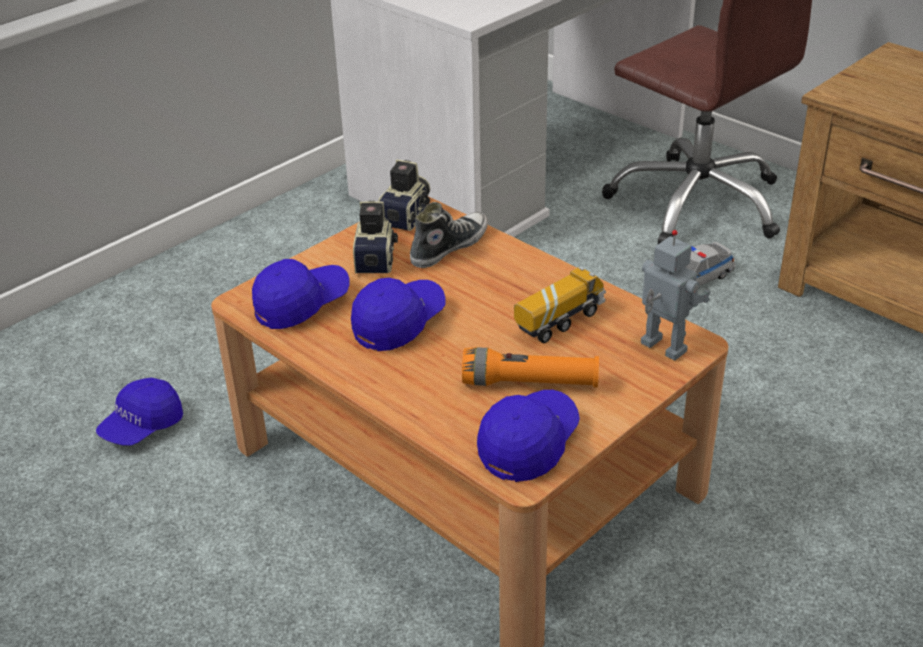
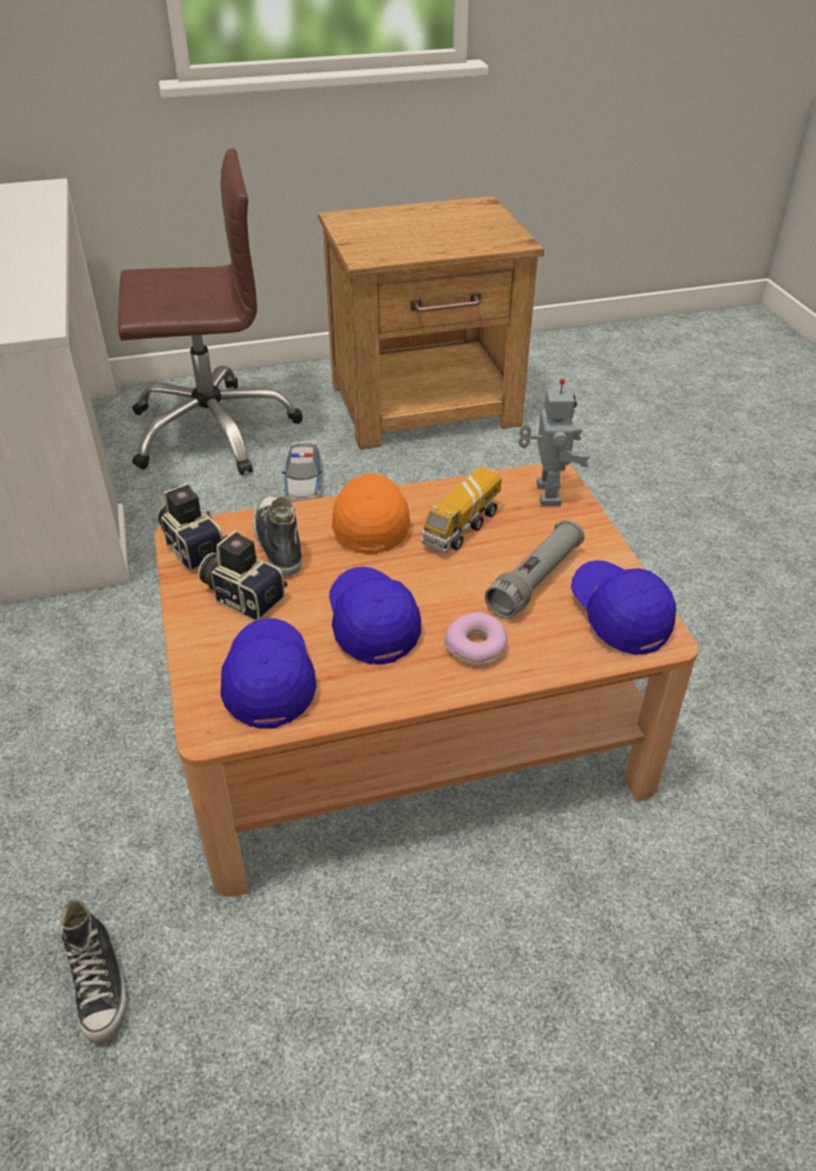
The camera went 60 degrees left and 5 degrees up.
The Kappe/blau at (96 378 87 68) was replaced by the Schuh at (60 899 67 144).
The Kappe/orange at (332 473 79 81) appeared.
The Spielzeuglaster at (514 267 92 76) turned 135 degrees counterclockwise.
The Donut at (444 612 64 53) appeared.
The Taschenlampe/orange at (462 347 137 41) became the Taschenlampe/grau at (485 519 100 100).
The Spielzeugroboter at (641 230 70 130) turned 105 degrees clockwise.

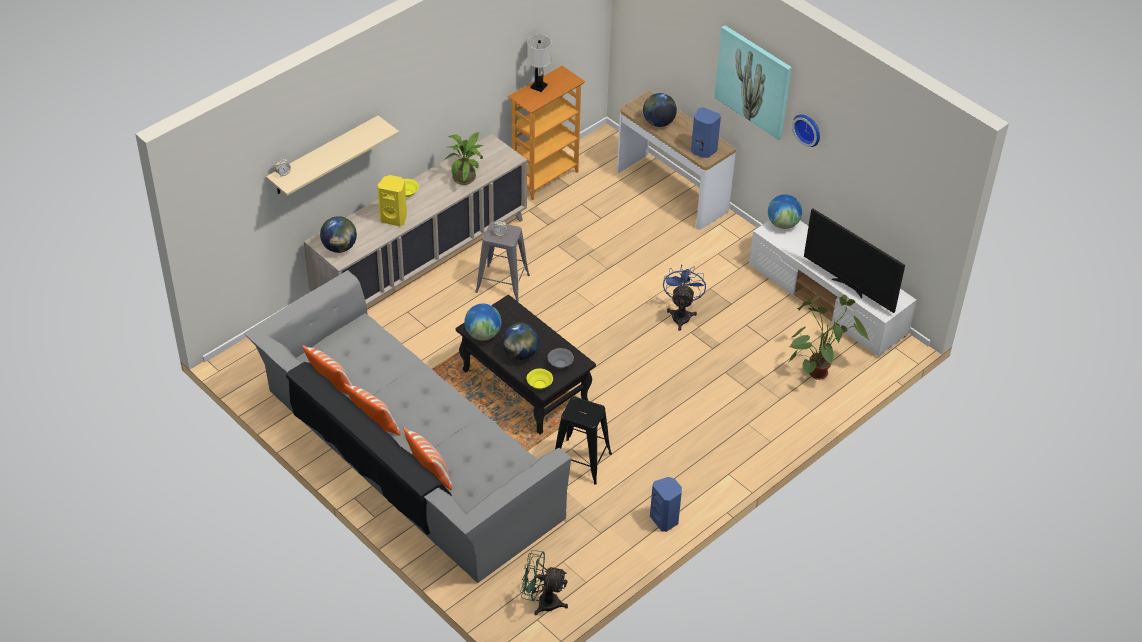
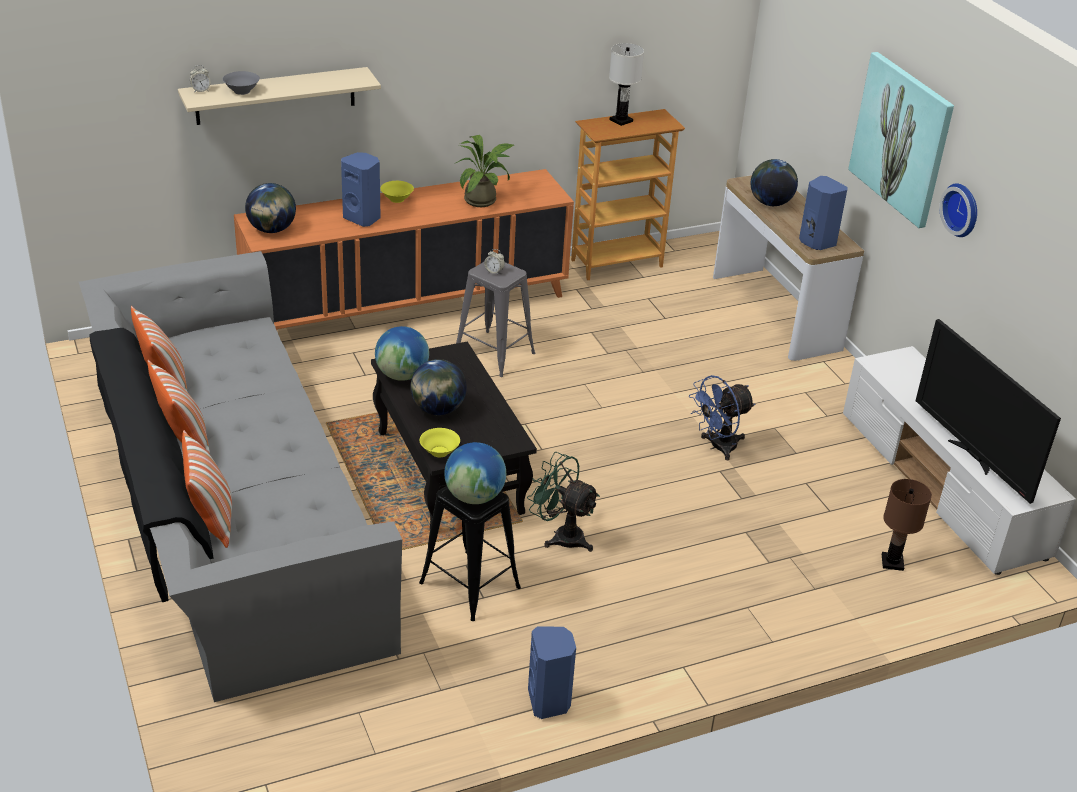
The camera went 20 degrees right and 10 degrees down.
The Schüssel/grau moved from (547 348 27 21) to (223 71 37 24).
The Schrank/beige at (304 134 223 171) became the Schrank/orange at (234 169 340 161).
The Lautsprecher/gelb at (377 175 30 51) became the Lautsprecher/blau at (341 152 40 75).
The Globus moved from (768 194 34 35) to (444 442 62 62).
The Ventilator/grün moved from (520 550 48 65) to (527 452 73 100).
The Ventilator/blau at (663 264 43 67) turned 150 degrees counterclockwise.
The Topfpflanze at (788 295 82 85) was replaced by the Tischlampe/braun at (882 479 50 92).

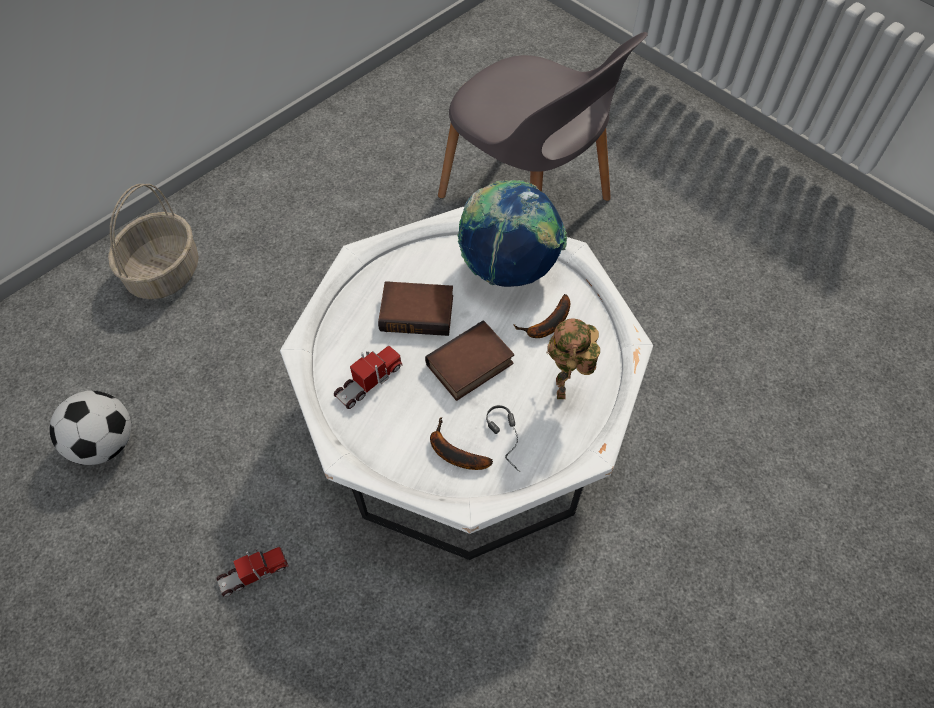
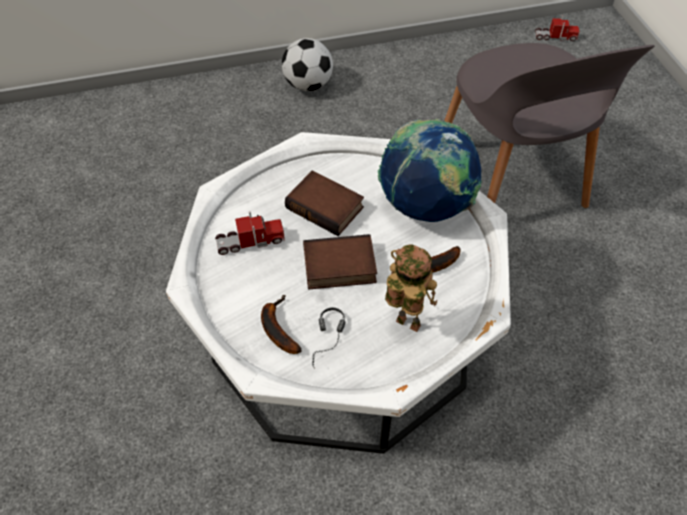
The camera went 30 degrees right and 5 degrees down.
The Fußball moved from (50 391 81 74) to (282 38 51 53).
The Spielzeugroboter at (546 319 54 80) turned 90 degrees clockwise.
The Spielzeuglaster moved from (216 547 72 50) to (535 15 45 26).
The Korb at (108 184 91 115) disappeared.

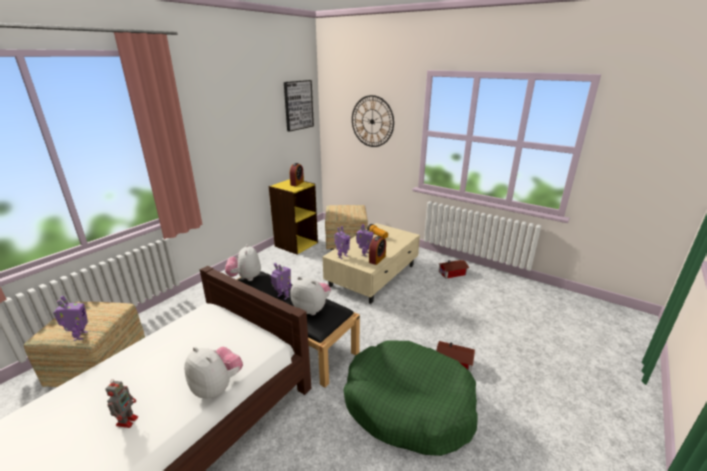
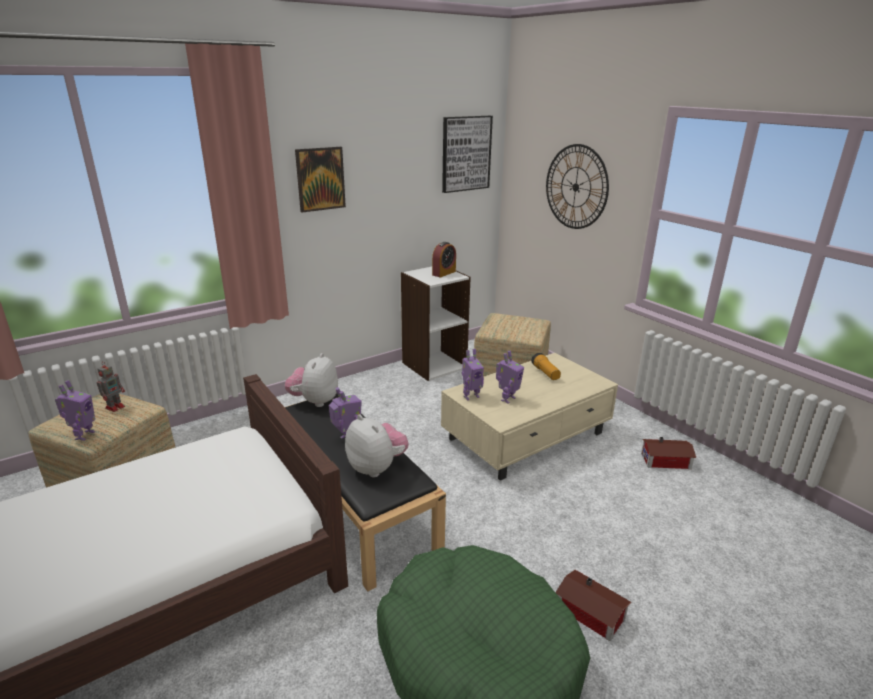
The camera went 20 degrees right and 0 degrees up.
The Spielzeugroboter moved from (105 379 33 49) to (97 361 28 51).
The Bild at (295 147 51 66) appeared.
The Bücherregal/gelb at (269 179 49 76) became the Bücherregal/weiß at (401 267 70 114).
The Plüschtier at (184 347 59 51) disappeared.
The Wecker at (369 236 17 29) disappeared.

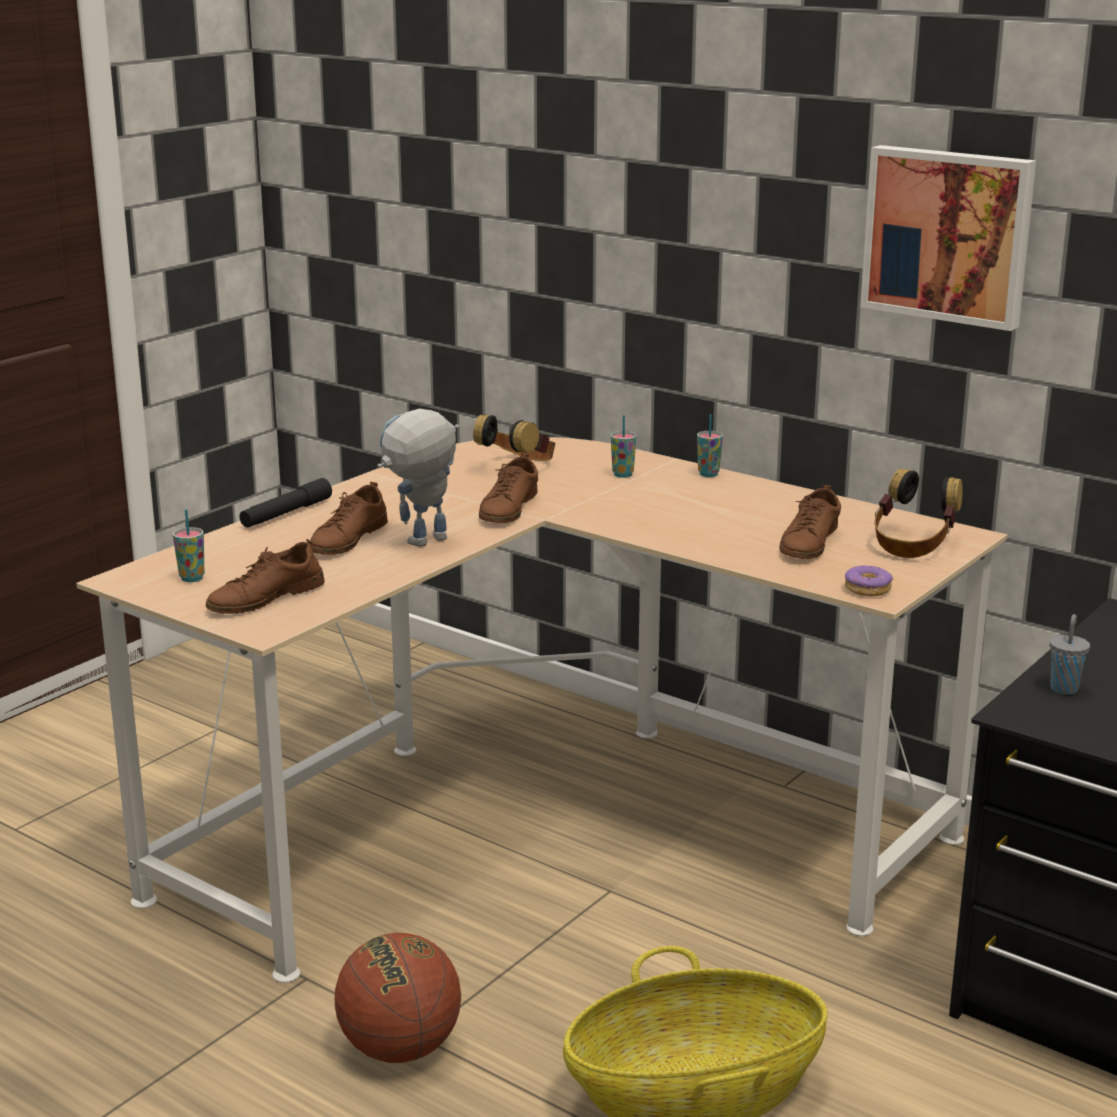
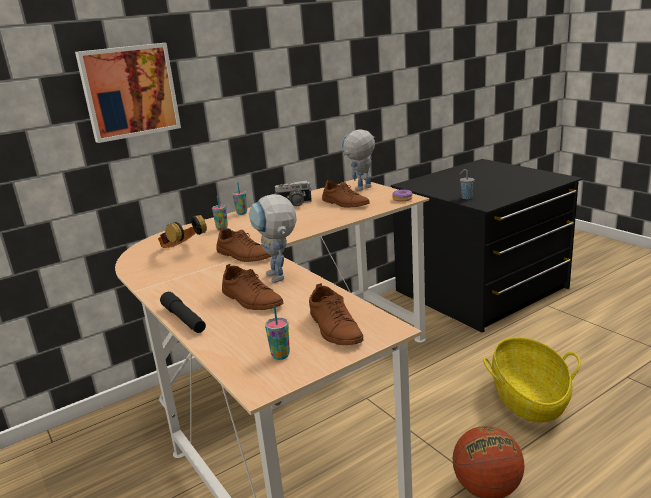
The camera went 70 degrees left and 0 degrees up.
The Bild moved from (860 145 176 186) to (75 43 106 100).
The Kamera at (274 181 38 25) appeared.
The Kopfhörer at (875 469 88 89) was replaced by the Spielzeugroboter at (342 129 33 62).

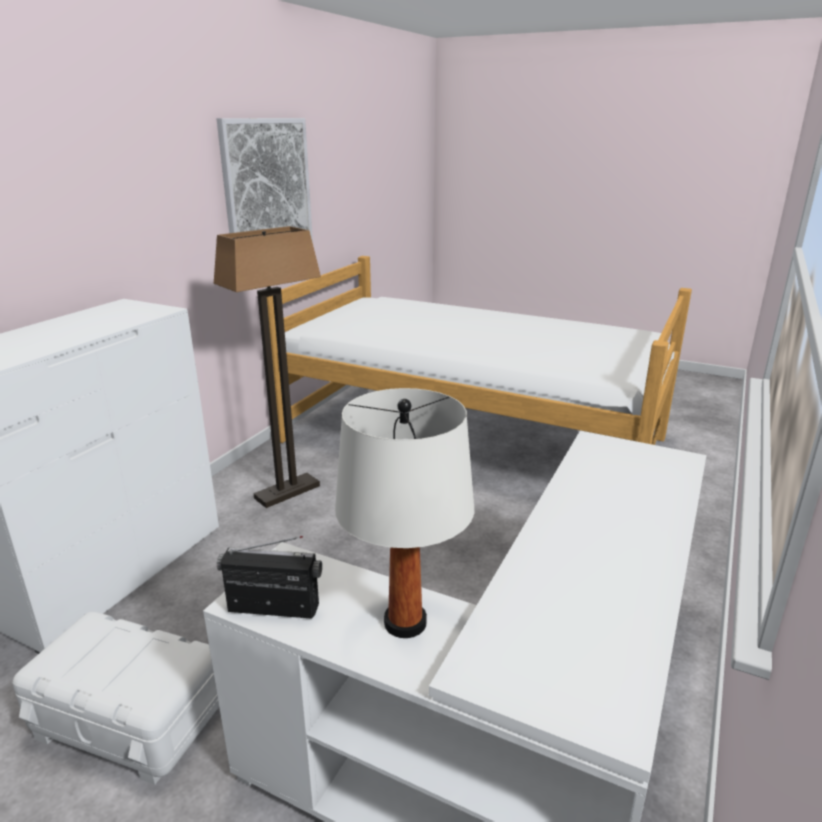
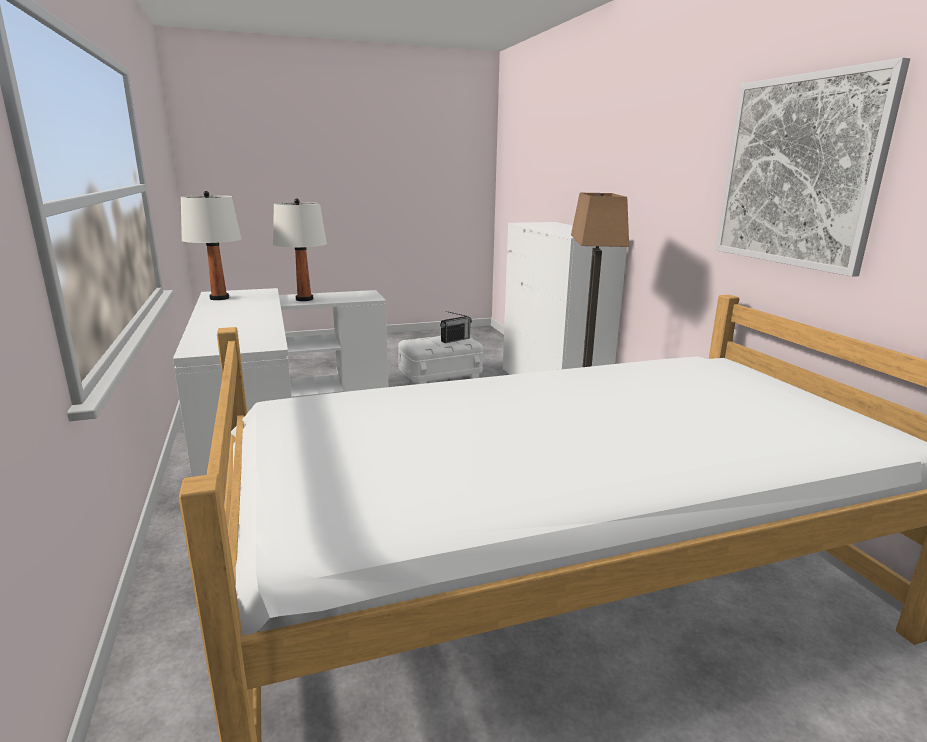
The camera went 135 degrees right and 5 degrees down.
The Tischlampe/weiß at (181 191 60 109) appeared.
The Radio moved from (217 536 105 83) to (440 311 32 32).

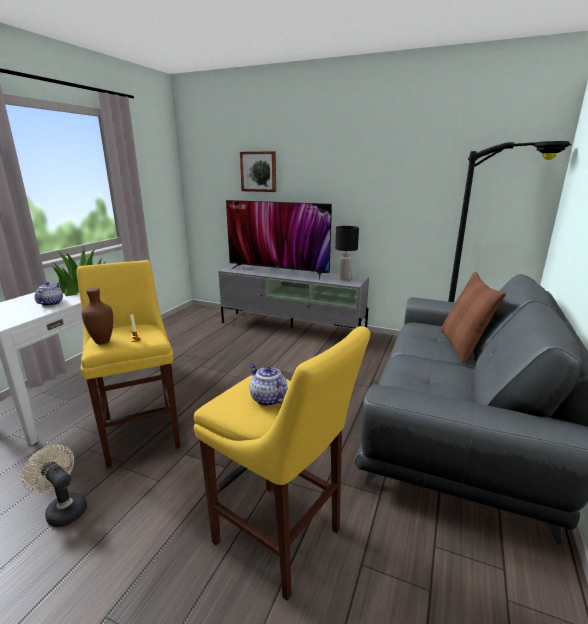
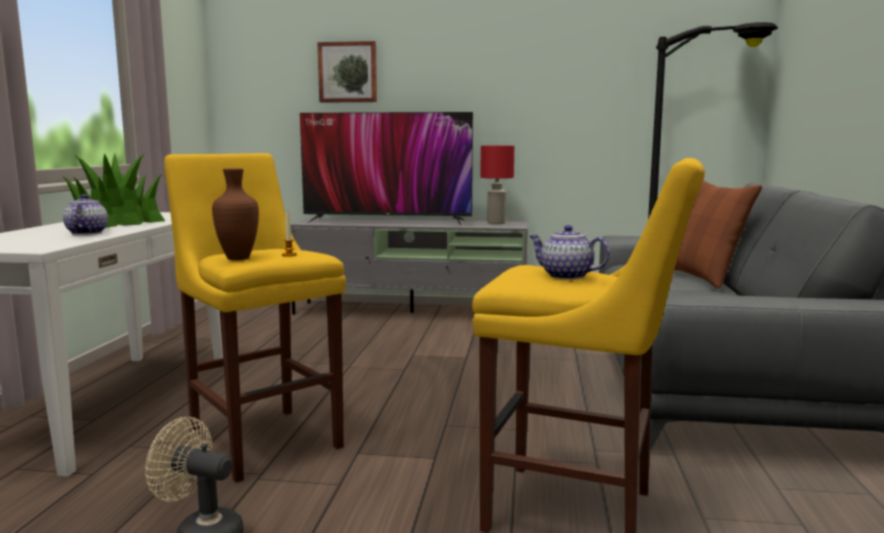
The camera went 15 degrees left and 10 degrees down.
The Tischlampe/schwarz at (335 226 24 54) became the Tischlampe/rot at (480 146 34 78).

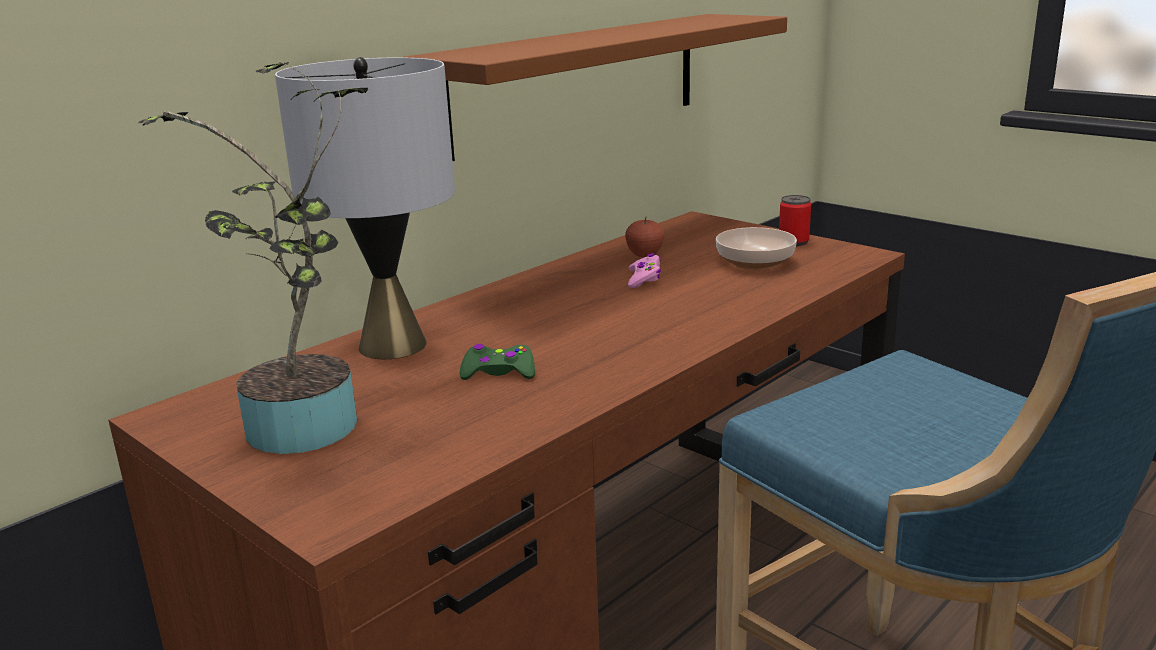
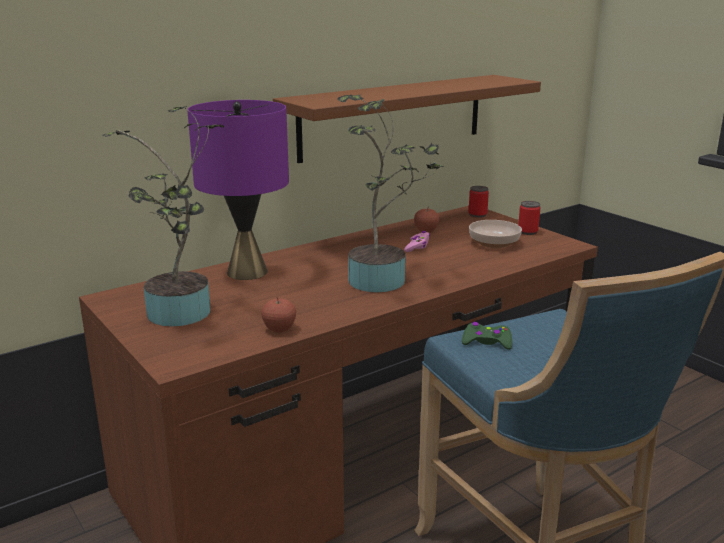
The camera went 10 degrees right and 0 degrees up.
The Tischlampe/grau at (275 57 180 302) became the Tischlampe/lila at (187 100 102 180).
The Apfel at (261 297 35 36) appeared.
The Topfpflanze at (337 94 107 198) appeared.
The Gamepad/grün moved from (460 344 75 36) to (462 322 50 28).
The Dose at (469 186 20 32) appeared.

